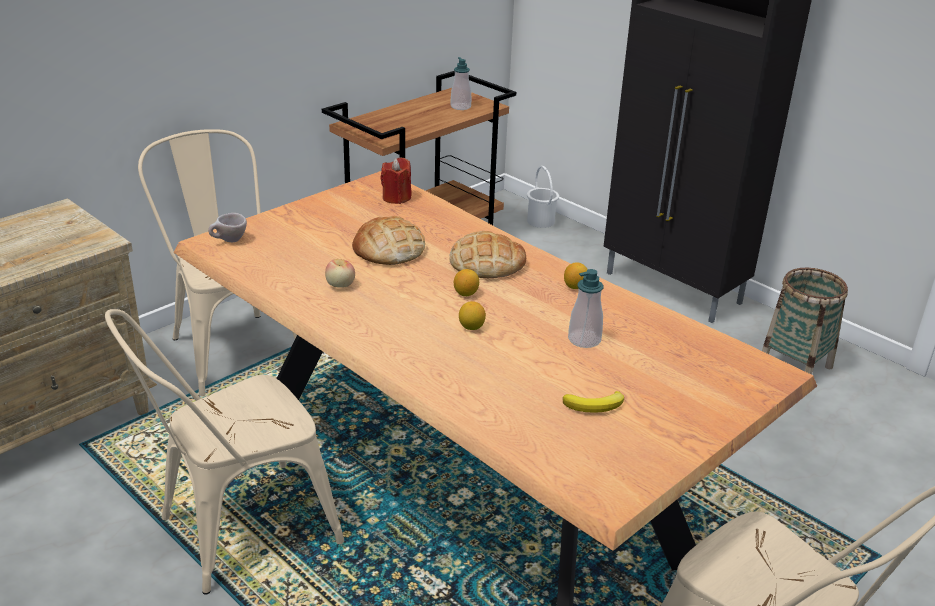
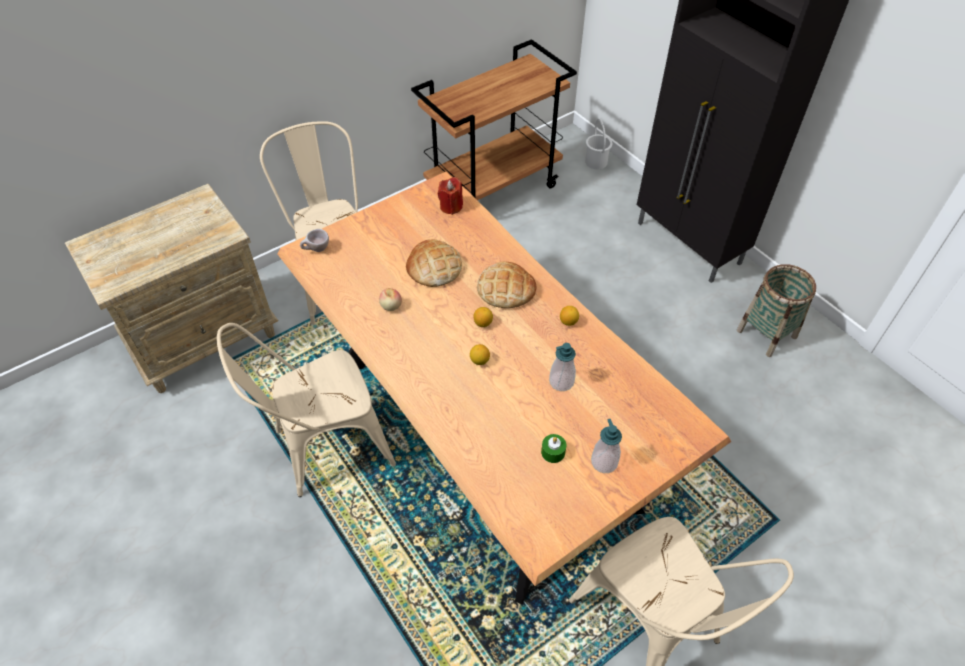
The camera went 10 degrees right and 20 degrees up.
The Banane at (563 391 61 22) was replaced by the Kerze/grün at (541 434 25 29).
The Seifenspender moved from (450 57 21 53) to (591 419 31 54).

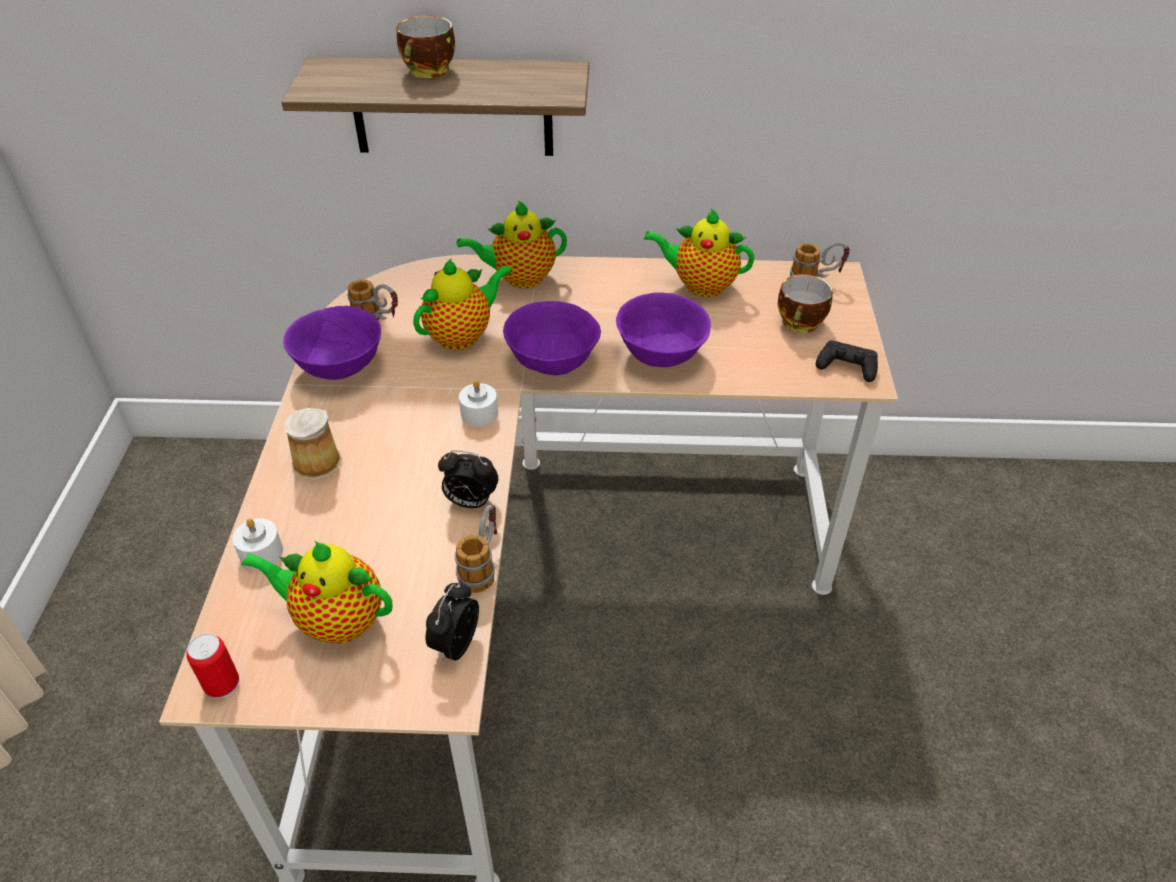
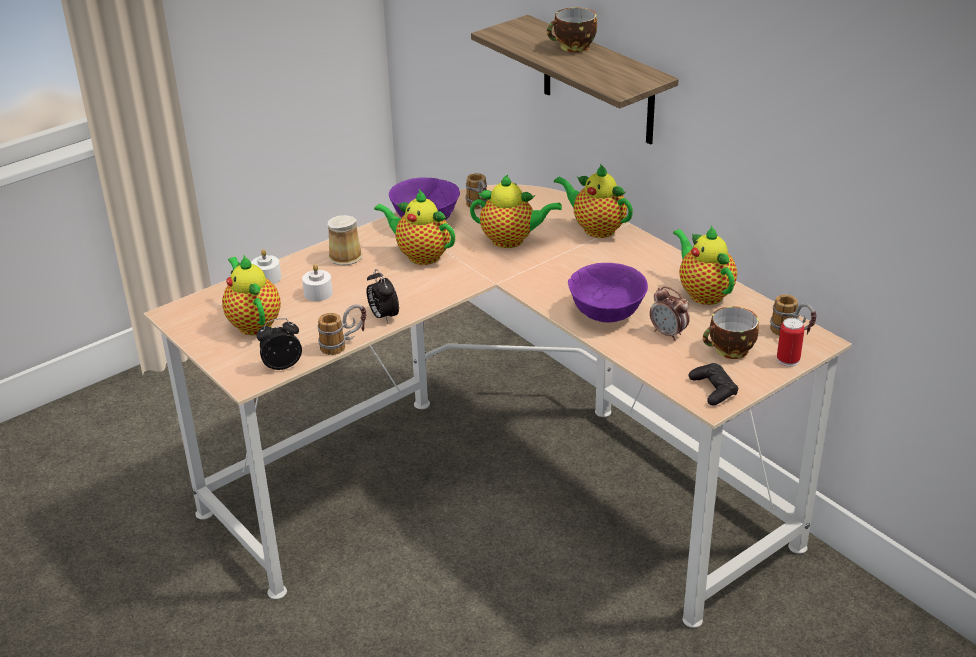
The camera went 50 degrees right and 10 degrees down.
The Kerze/weiß moved from (459 380 39 47) to (302 264 31 37).
The Teekanne at (374 190 81 75) appeared.
The Wecker at (650 286 40 55) appeared.
The Dose moved from (187 633 52 67) to (777 318 28 49).
The Schüssel/lila at (503 301 98 74) disappeared.

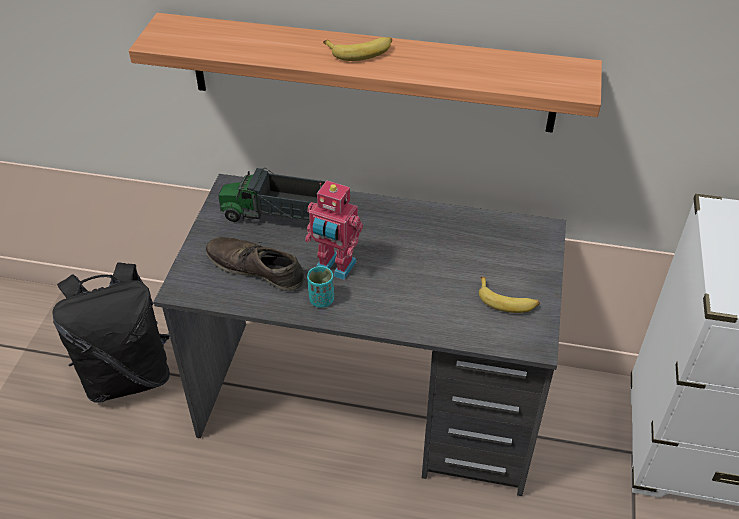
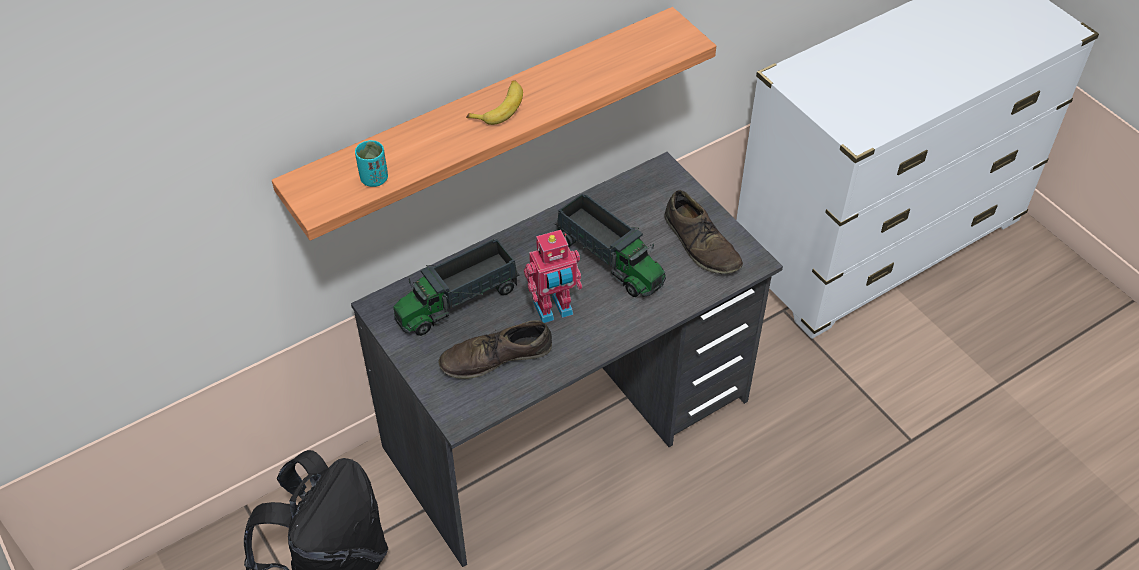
The camera went 45 degrees left and 5 degrees up.
The Tasse/türkis moved from (307 266 27 41) to (355 140 33 47).
The Spielzeuglaster at (555 194 111 103) appeared.
The Banane at (479 277 61 36) was replaced by the Schuh/braun at (664 190 79 84).

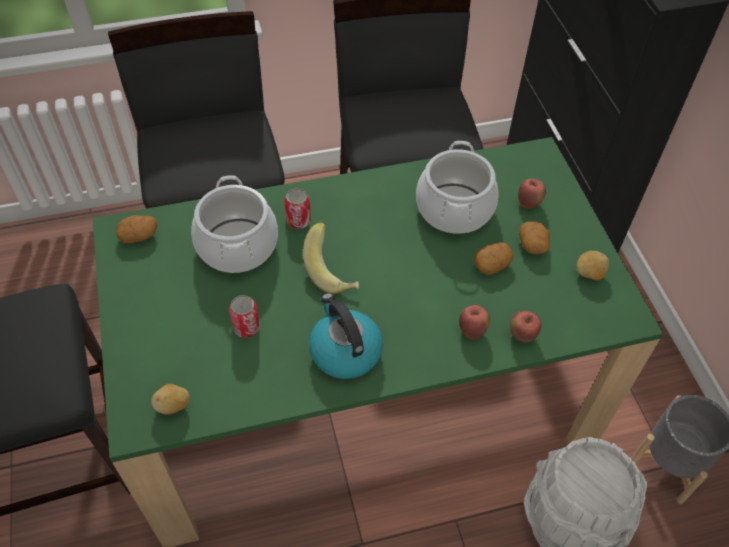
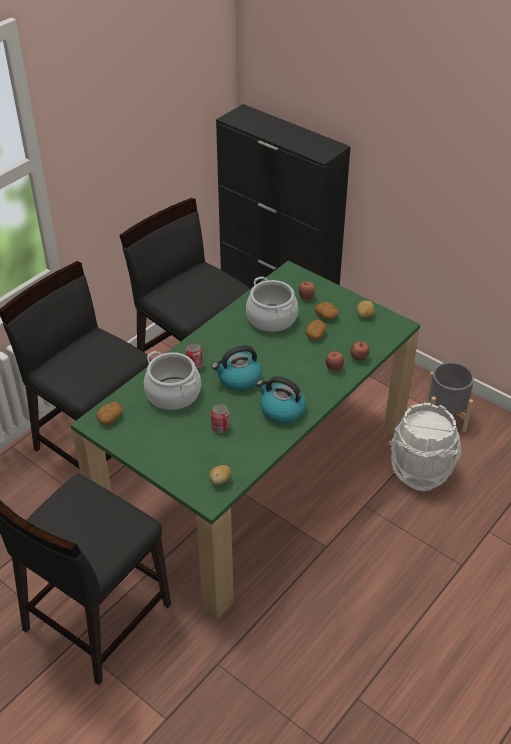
The camera went 35 degrees left and 10 degrees down.
The Banane at (303 222 56 72) was replaced by the Wasserkessel at (211 345 51 46).

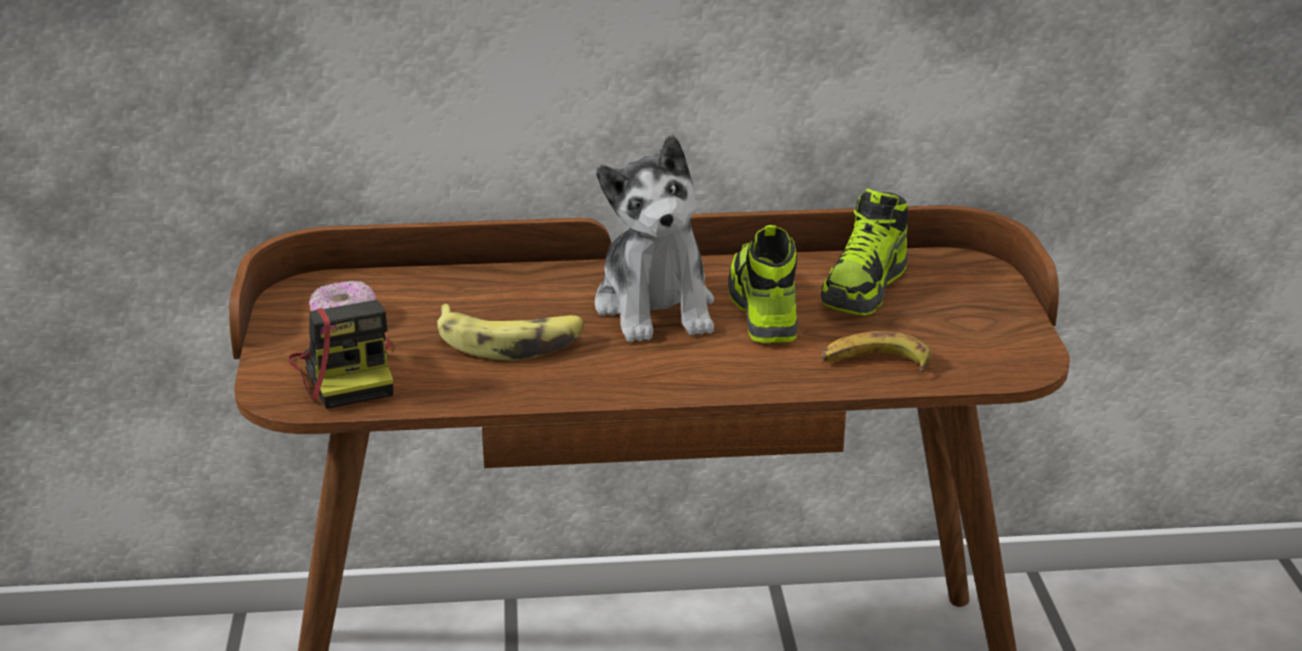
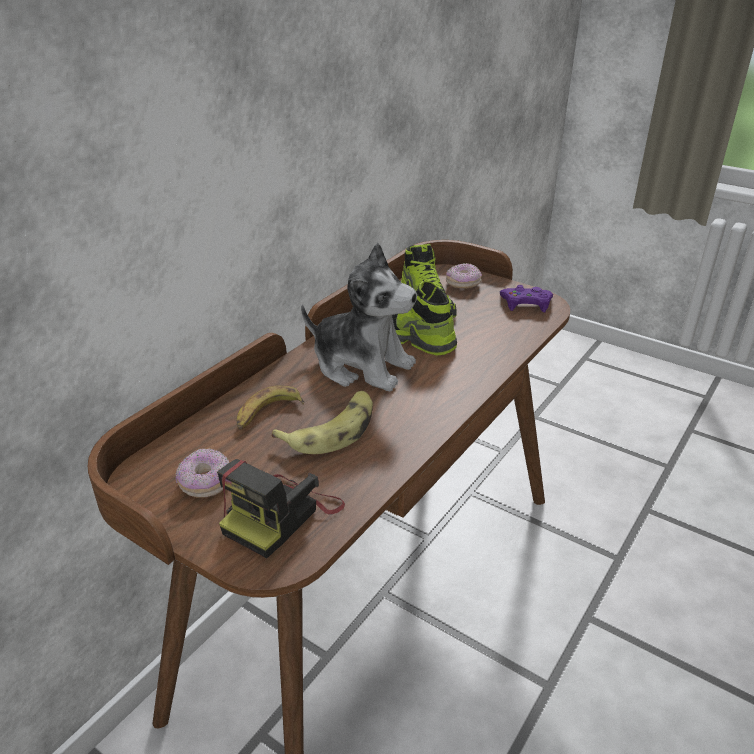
The camera went 50 degrees left and 5 degrees up.
The Kamera at (289 300 104 109) turned 105 degrees clockwise.
The Banane moved from (822 331 110 41) to (237 385 67 45).
The Donut at (446 263 36 25) appeared.
The Gamepad/lila at (500 285 53 27) appeared.

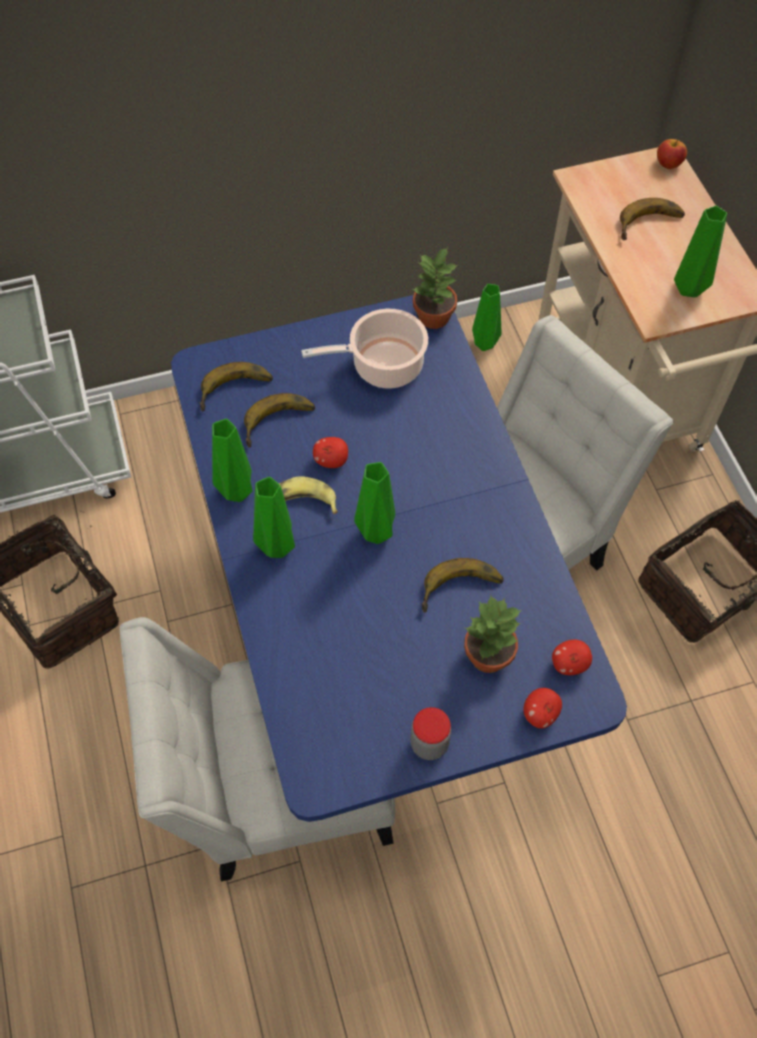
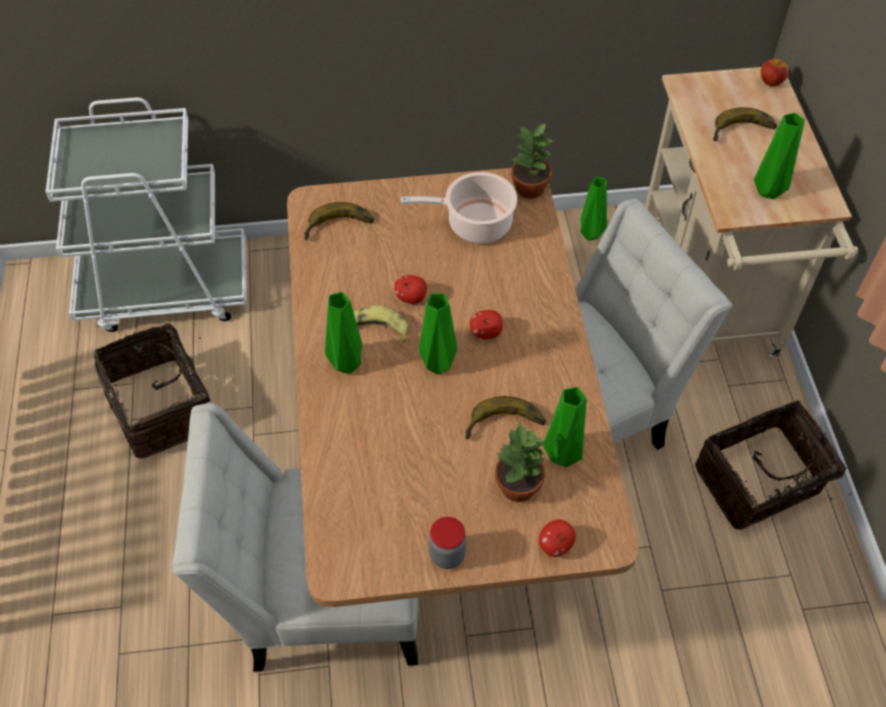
The camera went 10 degrees right and 5 degrees down.
The Esstisch/blau at (171 295 456 527) became the Esstisch/braun at (287 168 352 439).
The Apfel moved from (552 640 40 35) to (470 310 33 29).
The Vase/grün moved from (212 419 41 83) to (543 387 44 80).
The Banane at (244 393 71 55) disappeared.

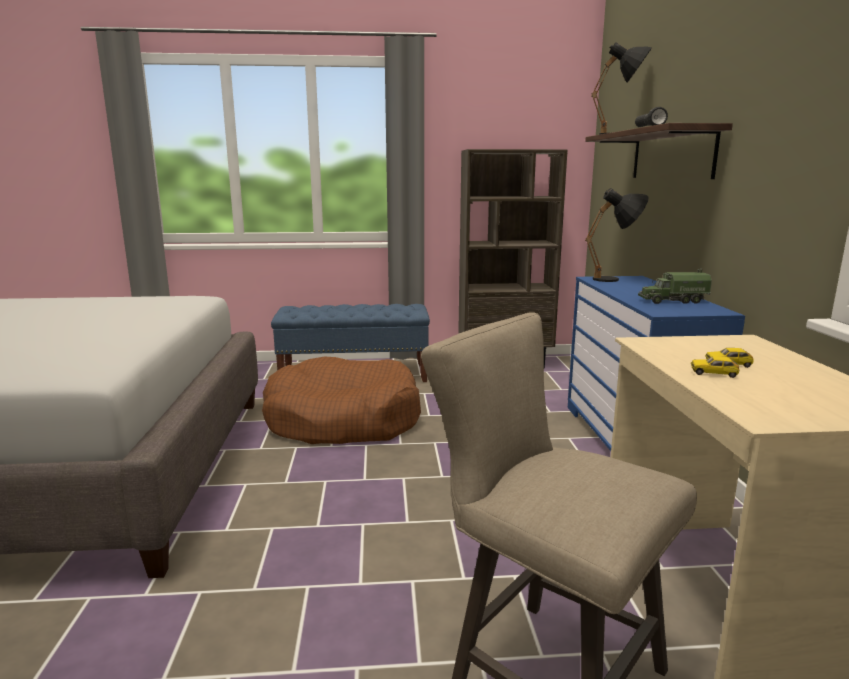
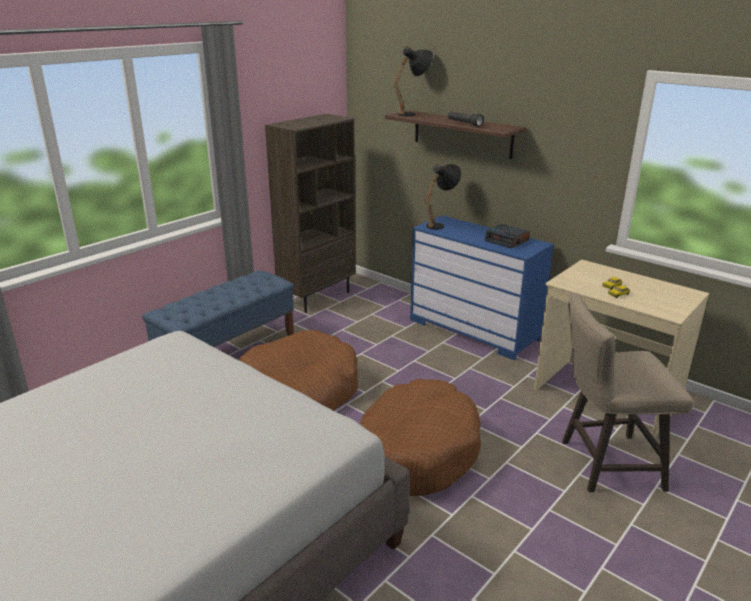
The camera went 45 degrees left and 10 degrees up.
The Hundebett/braun at (360 379 121 117) appeared.
The Spielzeuglaster at (638 268 74 36) was replaced by the Wecker at (485 224 45 24).

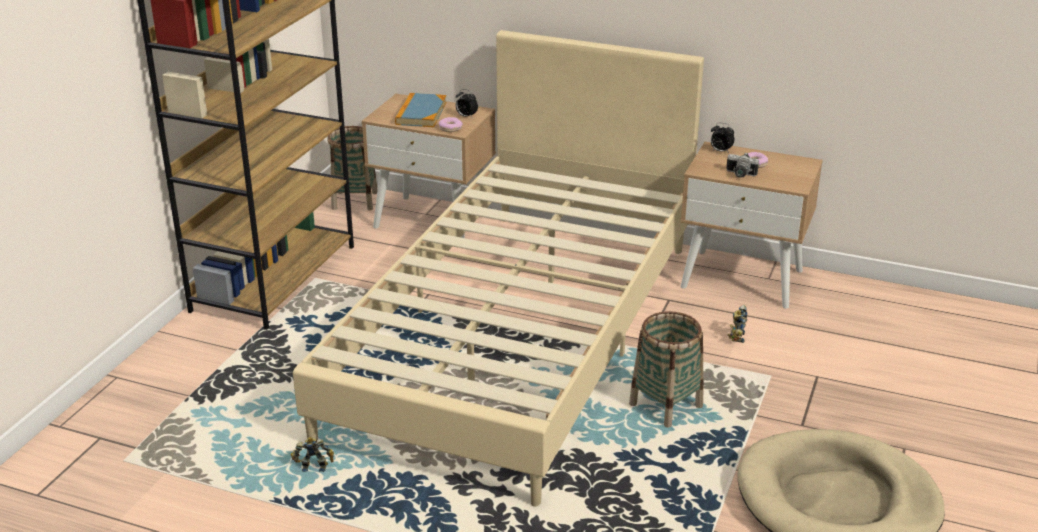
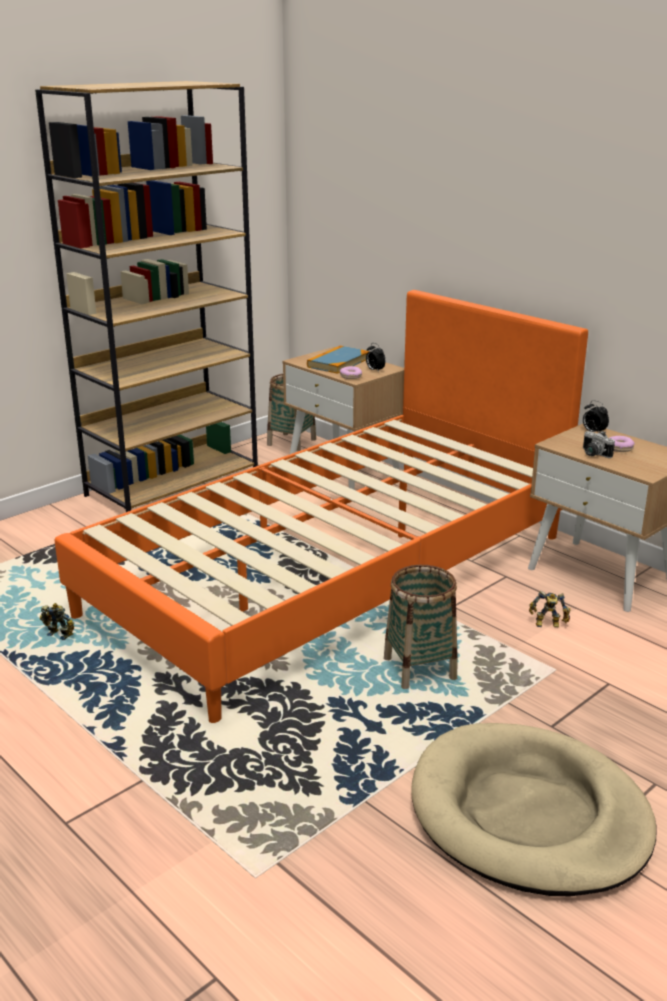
The camera went 25 degrees right and 5 degrees down.
The Bett/beige at (293 30 411 477) became the Bett/orange at (54 290 534 433).
The Spielzeugroboter at (727 305 20 38) turned 120 degrees counterclockwise.

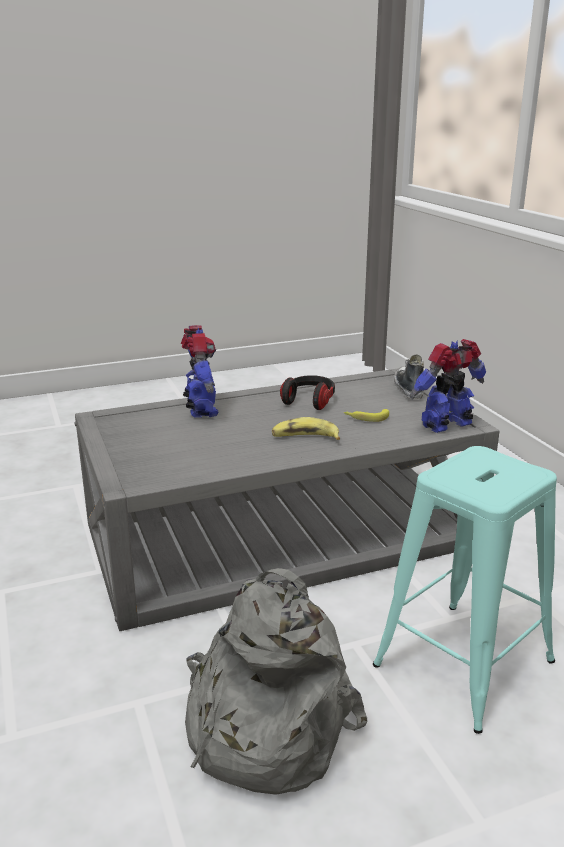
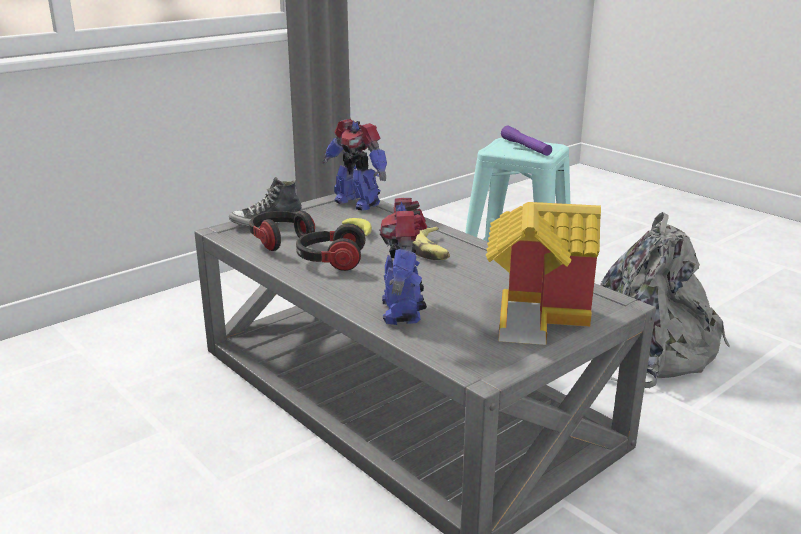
The camera went 110 degrees left and 0 degrees up.
The Kopfhörer at (249 211 66 40) appeared.
The Spielzeugroboter at (181 325 37 92) turned 60 degrees counterclockwise.
The Spielzeughaus at (486 202 115 143) appeared.
The Taschenlampe/lila at (501 126 51 30) appeared.

